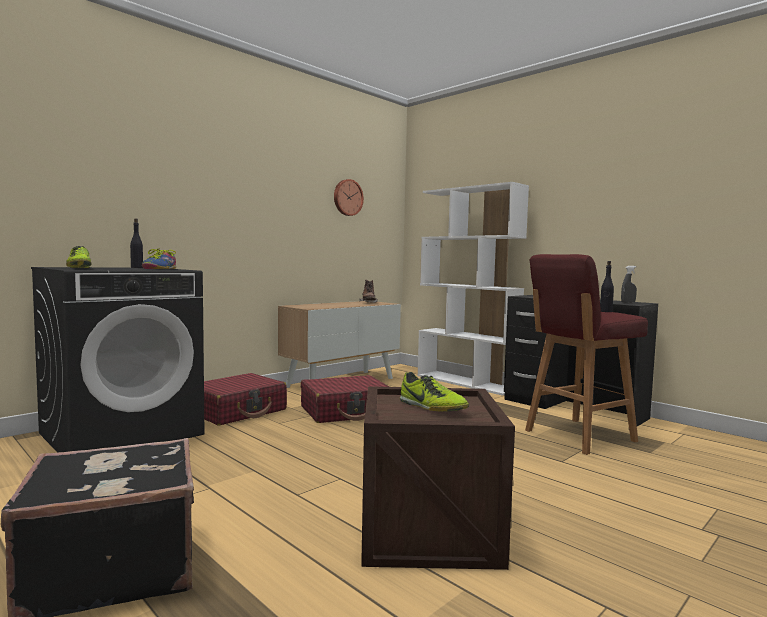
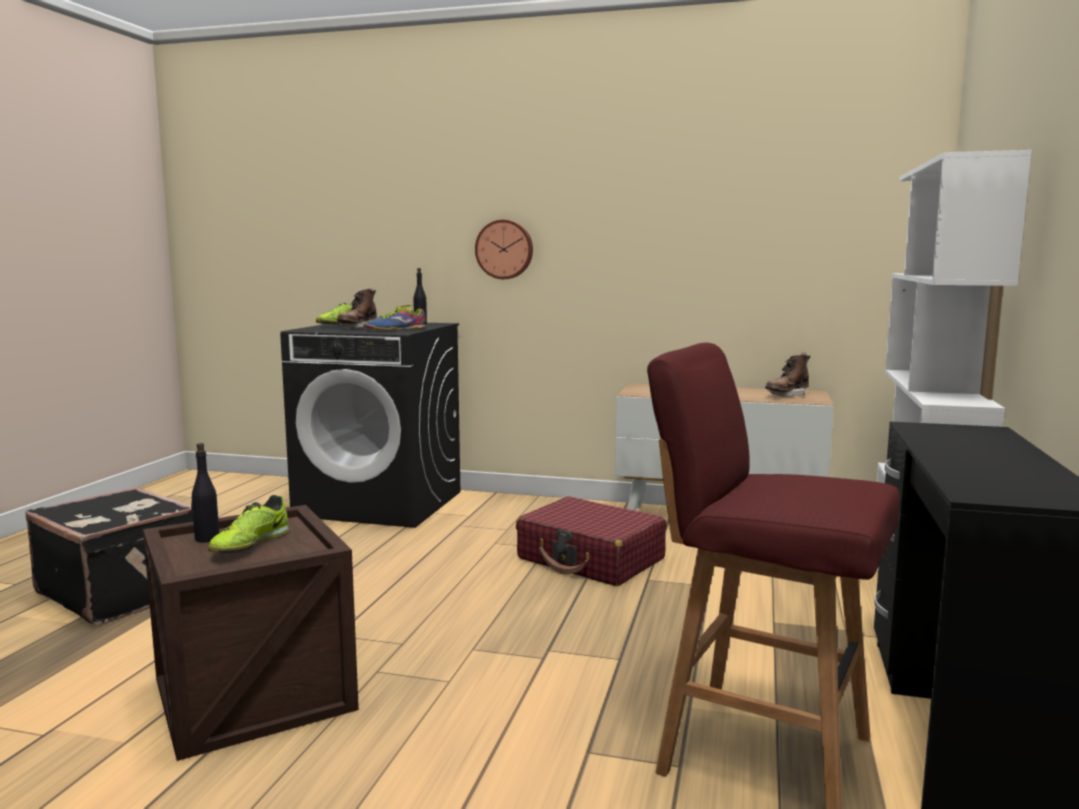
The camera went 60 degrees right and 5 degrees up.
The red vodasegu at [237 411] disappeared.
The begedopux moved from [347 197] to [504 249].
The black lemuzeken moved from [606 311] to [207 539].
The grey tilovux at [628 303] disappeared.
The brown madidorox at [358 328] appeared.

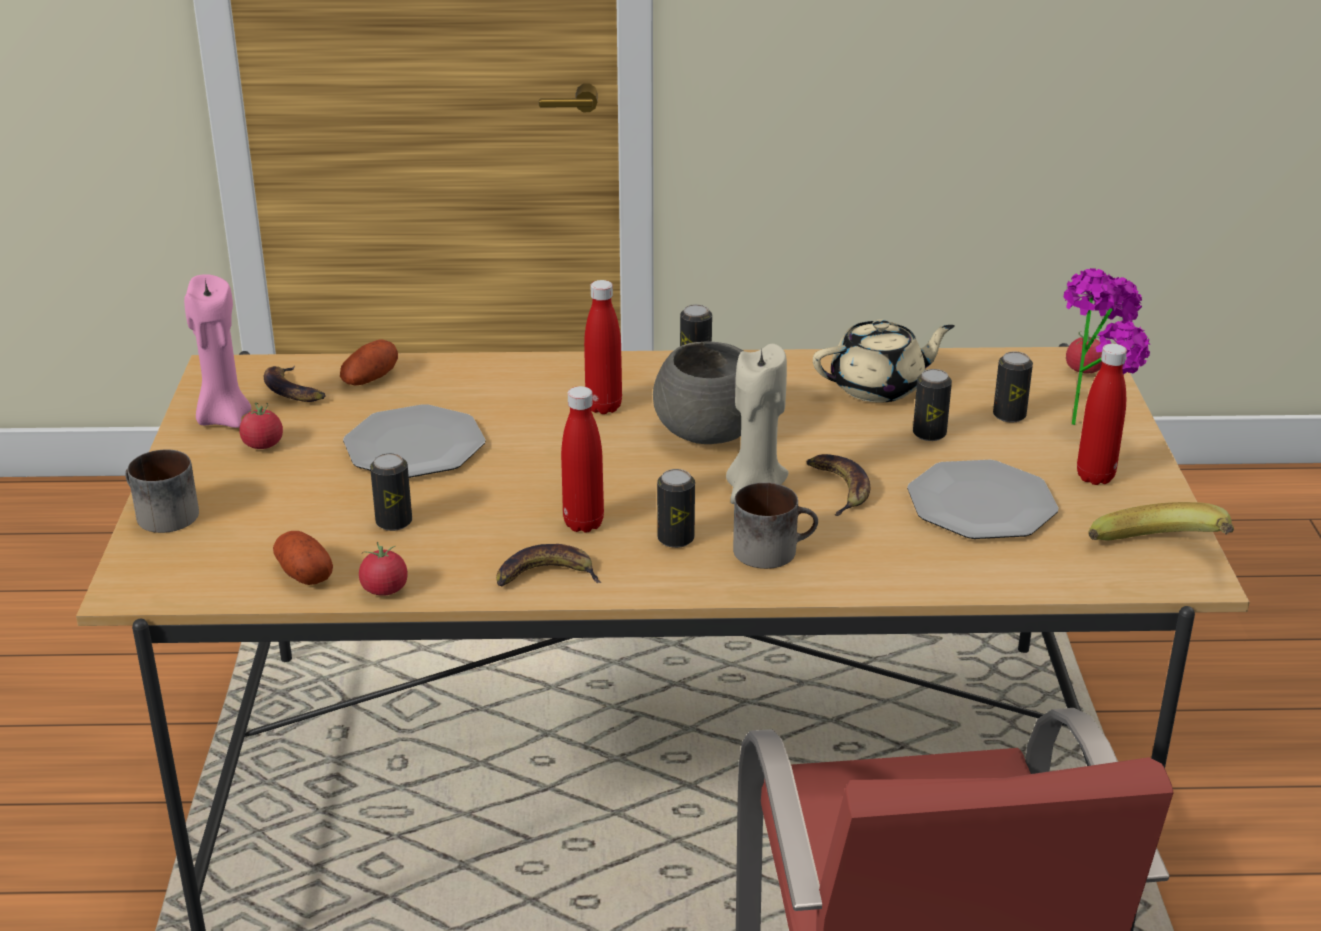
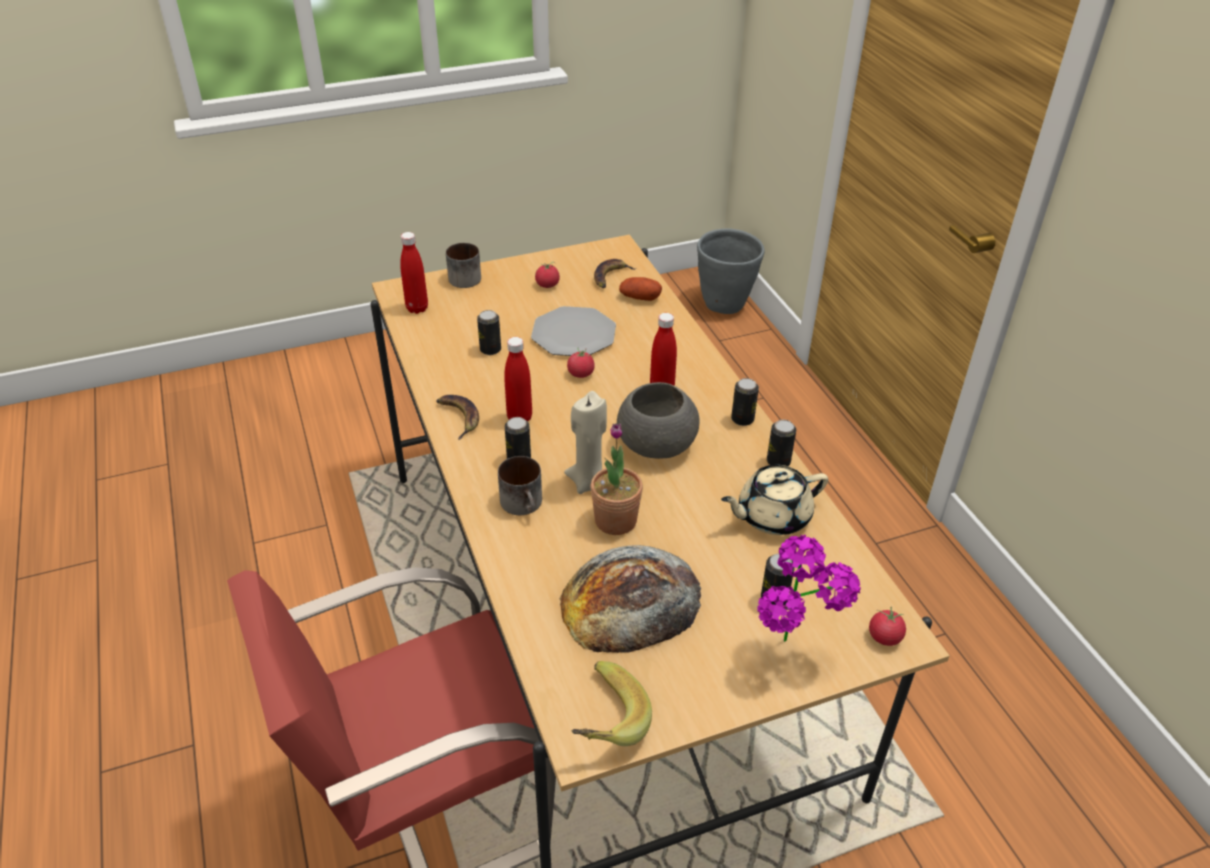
The camera went 70 degrees right and 10 degrees up.
The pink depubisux at [223 418] disappeared.
The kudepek at [304 574] disappeared.
The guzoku moved from [384 590] to [580 374].
The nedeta at [838 488] was replaced by the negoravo at [615 520].
The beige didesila at [879 387] turned 105 degrees clockwise.
The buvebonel at [981 504] was replaced by the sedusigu at [630 600].
The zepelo moved from [929 434] to [778 461].
The red lemuzeken moved from [1095 477] to [417 308].
The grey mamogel at [725 305] appeared.

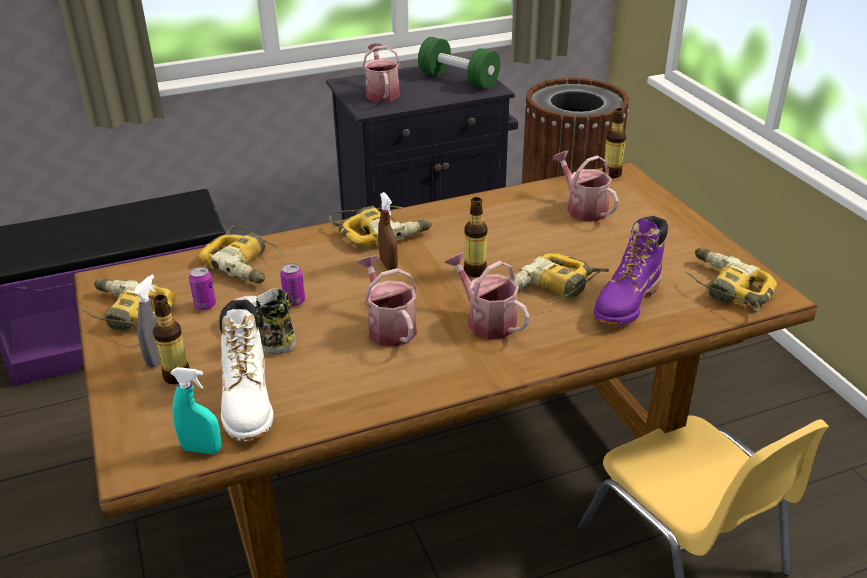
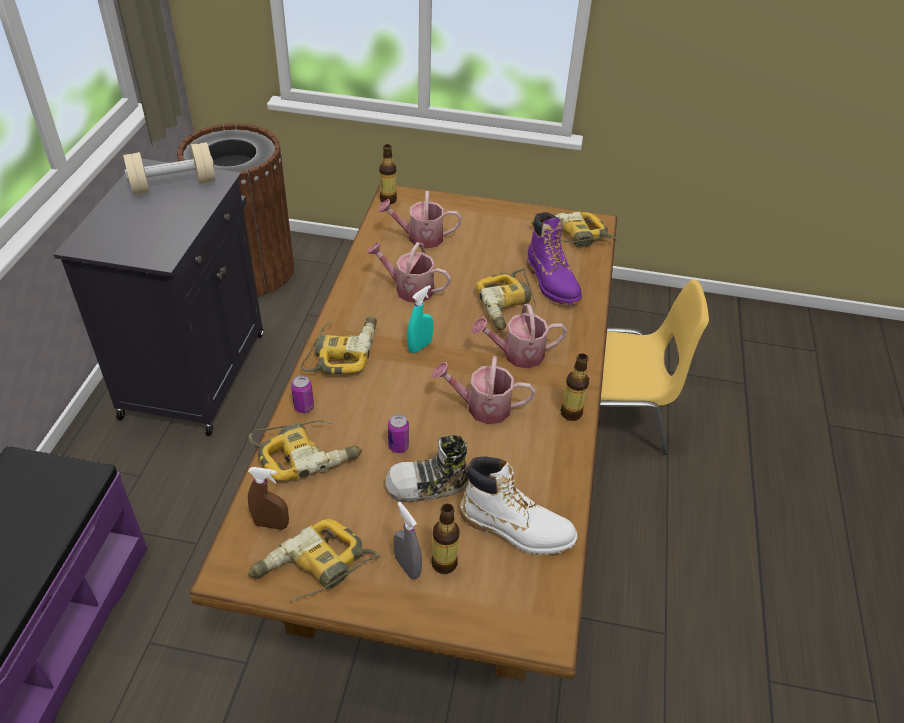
The camera went 60 degrees left and 10 degrees up.
The turquoise tilovux moved from [201 449] to [420 346].
The zepelo moved from [205 305] to [304 407].
The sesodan moved from [381 93] to [409 289].
The brown tilovux moved from [388 265] to [271 524].
The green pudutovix at [458 79] became the beige pudutovix at [173 185].
The lemuzeken moved from [475 271] to [571 413].

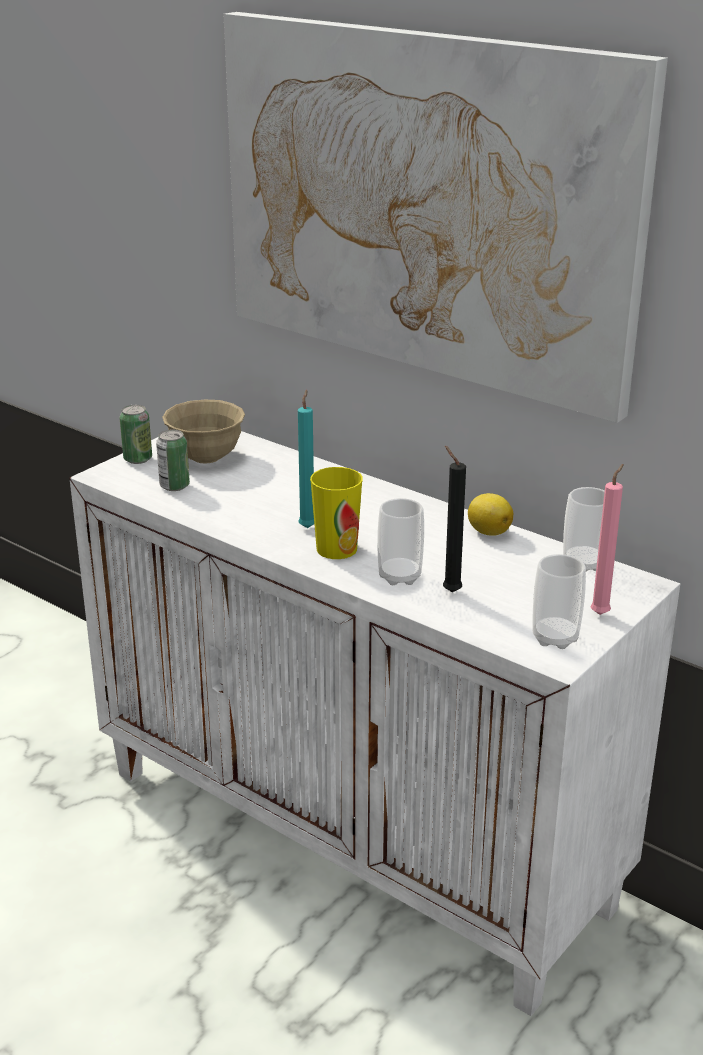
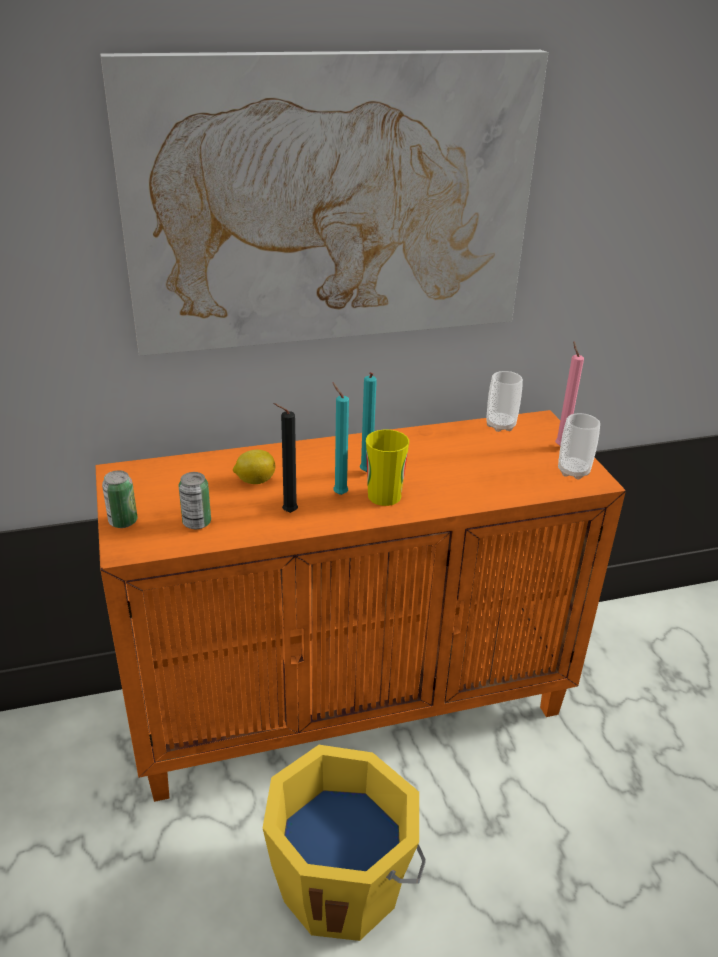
The camera went 55 degrees left and 5 degrees up.
The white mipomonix at [356 838] became the orange mipomonix at [353 705].
The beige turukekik at [206 457] disappeared.
The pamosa at [400 576] disappeared.
The black depubisux moved from [449 591] to [287 512].
The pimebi moved from [488 531] to [254 481].
The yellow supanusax at [342 882] appeared.
The turquoise depubisux at [366 473] appeared.

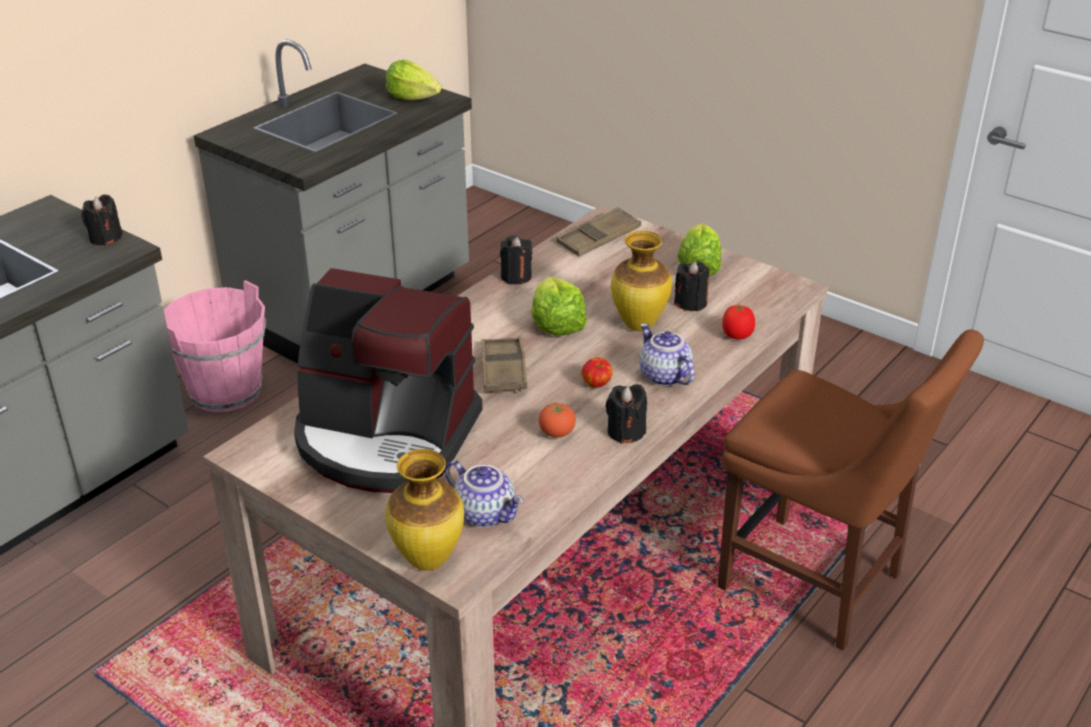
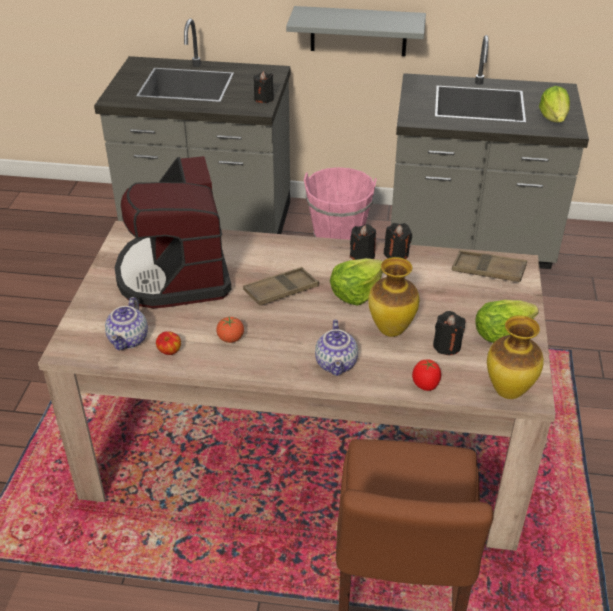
The camera went 60 degrees right and 5 degrees up.
The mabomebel moved from [429 560] to [508 392].
The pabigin moved from [596 384] to [169 352].
The black depubisux moved from [626 432] to [362 256].
The didesila at [663 376] turned 150 degrees clockwise.
The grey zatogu at [358 31] appeared.

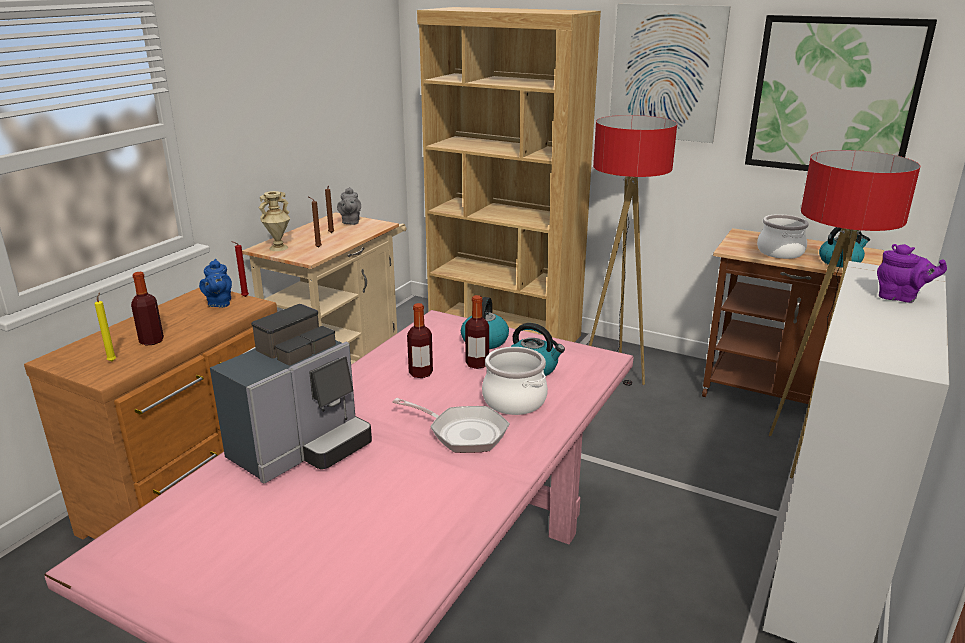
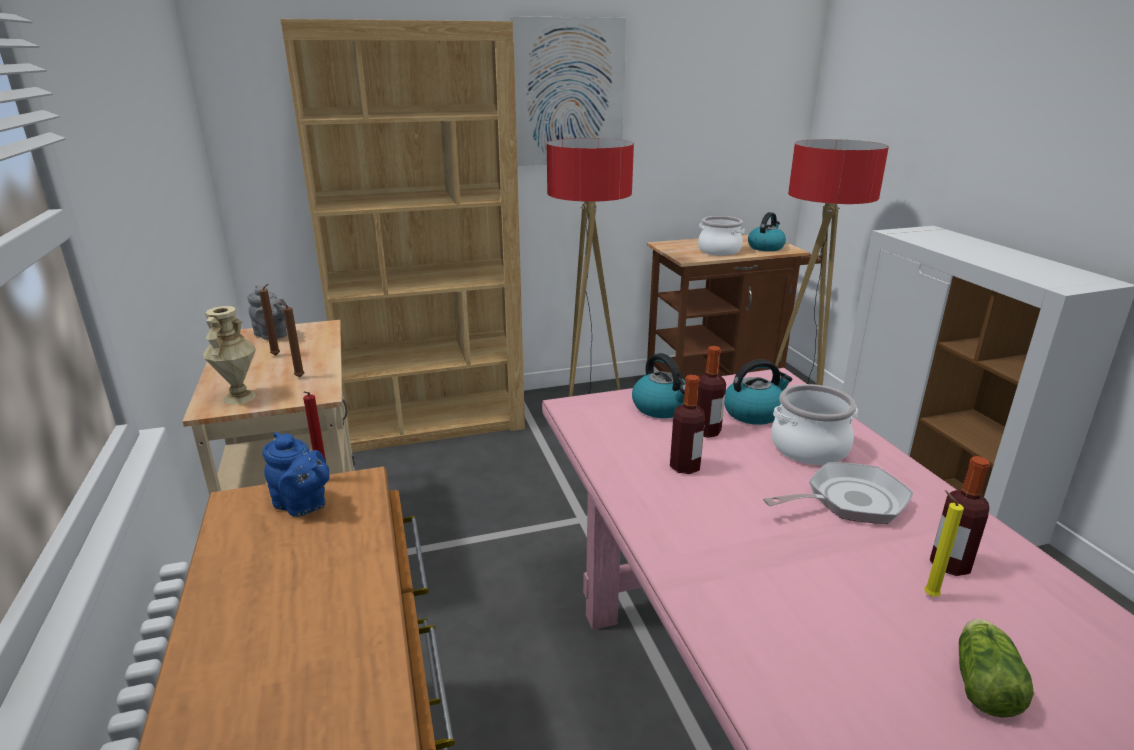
The camera went 45 degrees left and 0 degrees up.
The yellow depubisux moved from [112 361] to [928 595].
The lemuzeken moved from [151 341] to [949 565].
The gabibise at [302 448] disappeared.
The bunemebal at [833 97] disappeared.
The purple didesila at [900 298] disappeared.
The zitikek at [983 682] appeared.

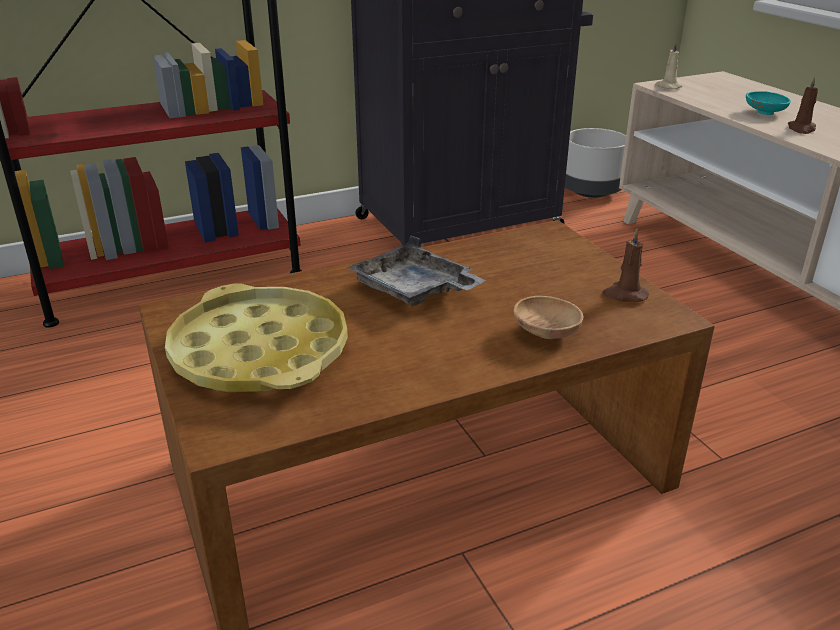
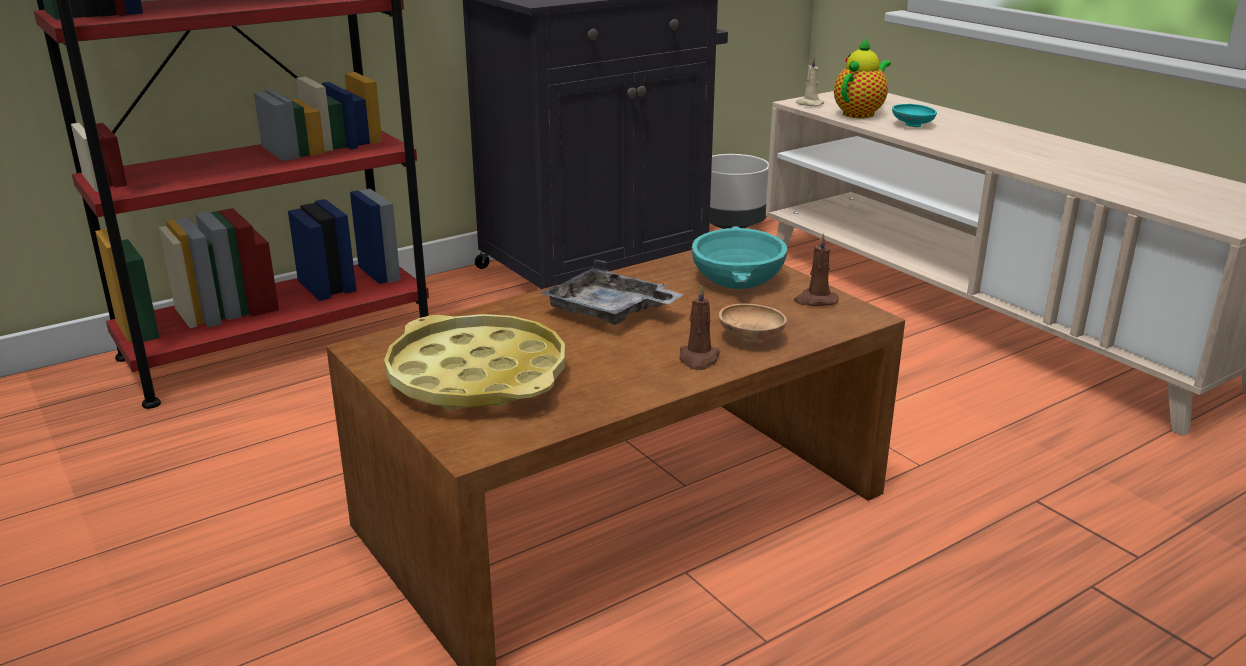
The camera went 10 degrees left and 5 degrees down.
The brown depubisux moved from [801 129] to [698 359].
The turquoise turukekik at [739 279] appeared.
The didesila at [860 113] appeared.

